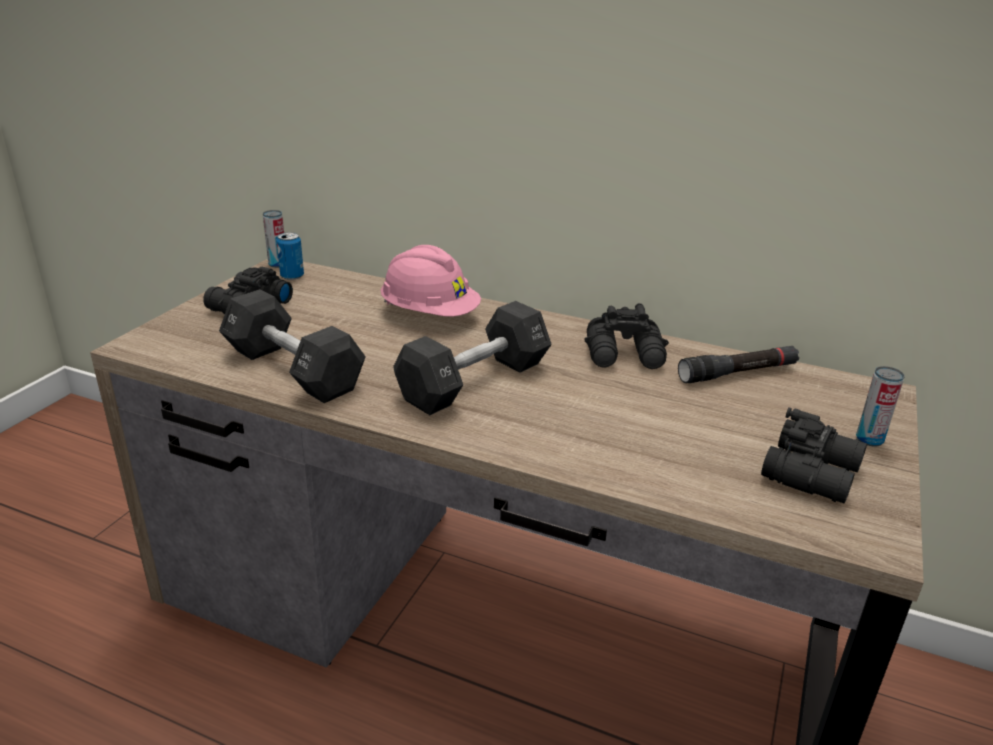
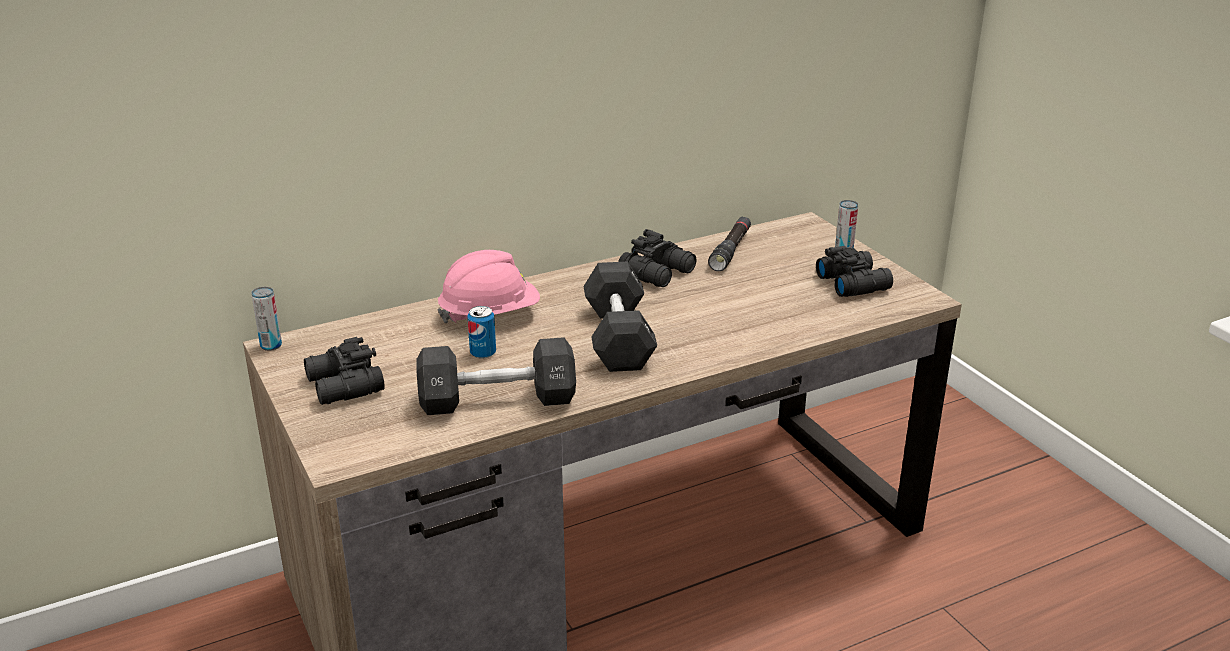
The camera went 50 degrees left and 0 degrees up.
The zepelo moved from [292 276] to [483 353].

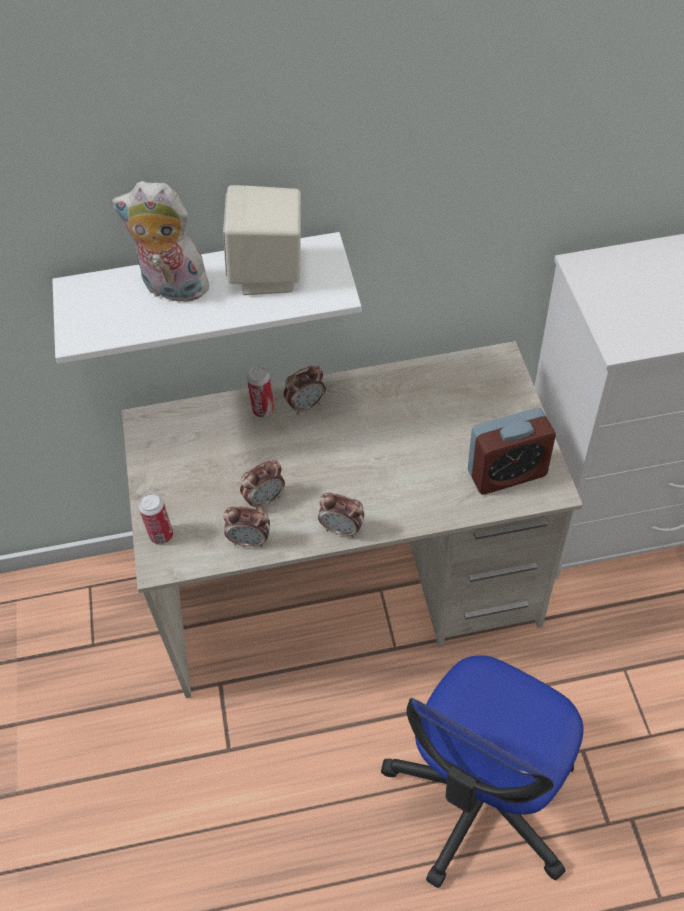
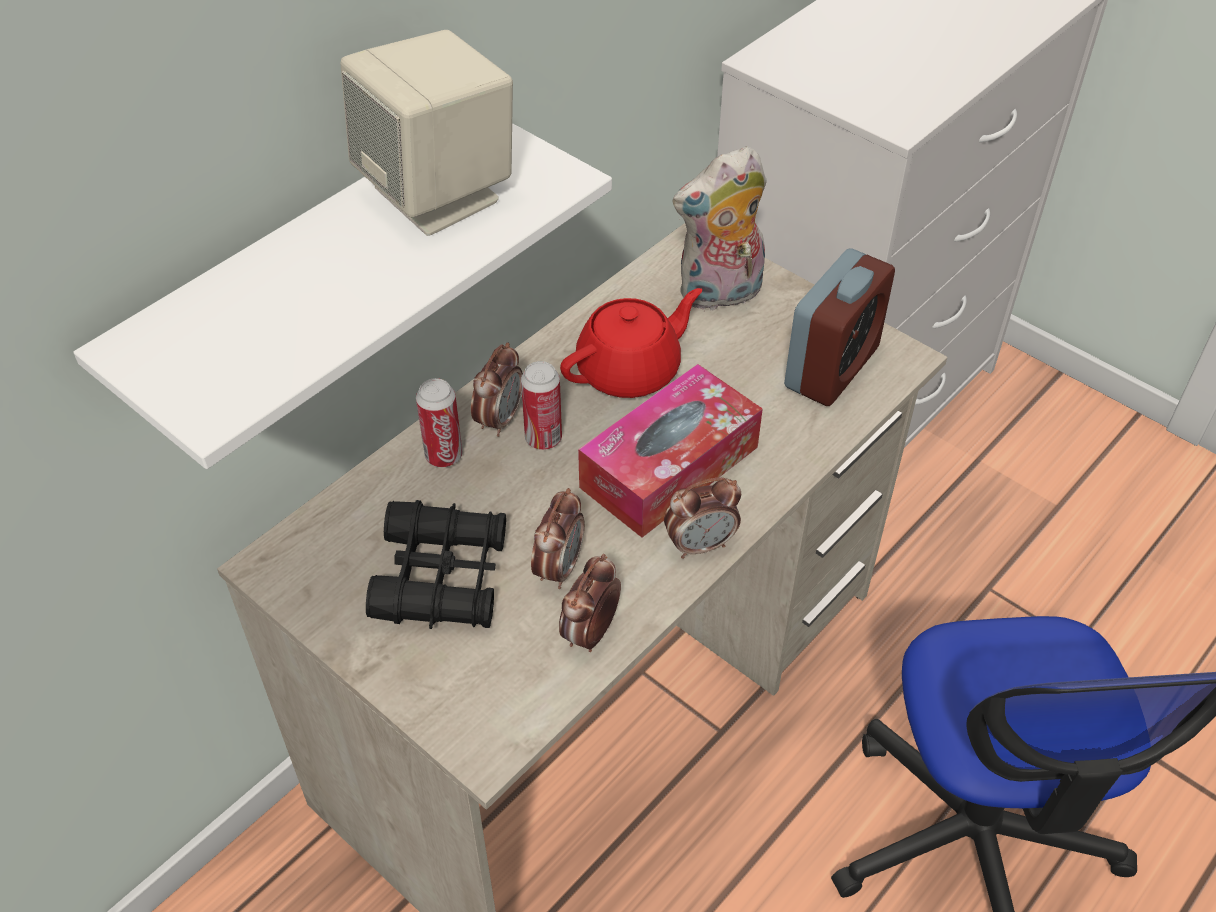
The camera went 40 degrees left and 5 degrees down.
The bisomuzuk moved from [172 289] to [720 295].
The zepelo moved from [161 535] to [543 438].
The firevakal at [250 541] turned 150 degrees clockwise.
The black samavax at [442 577] appeared.
The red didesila at [630 371] appeared.
The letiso at [669 467] appeared.

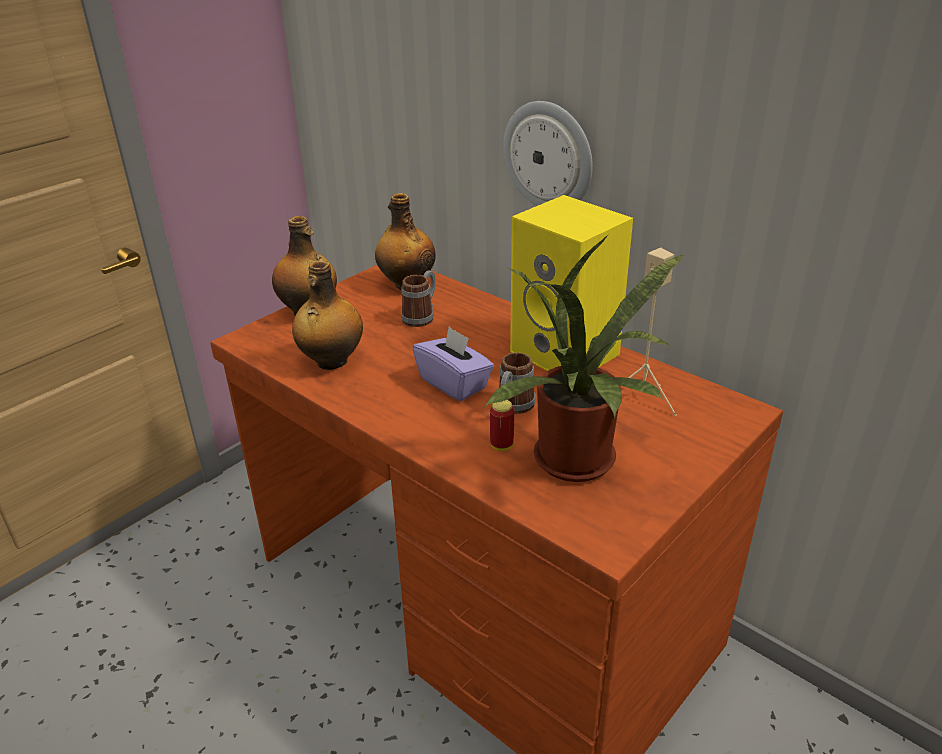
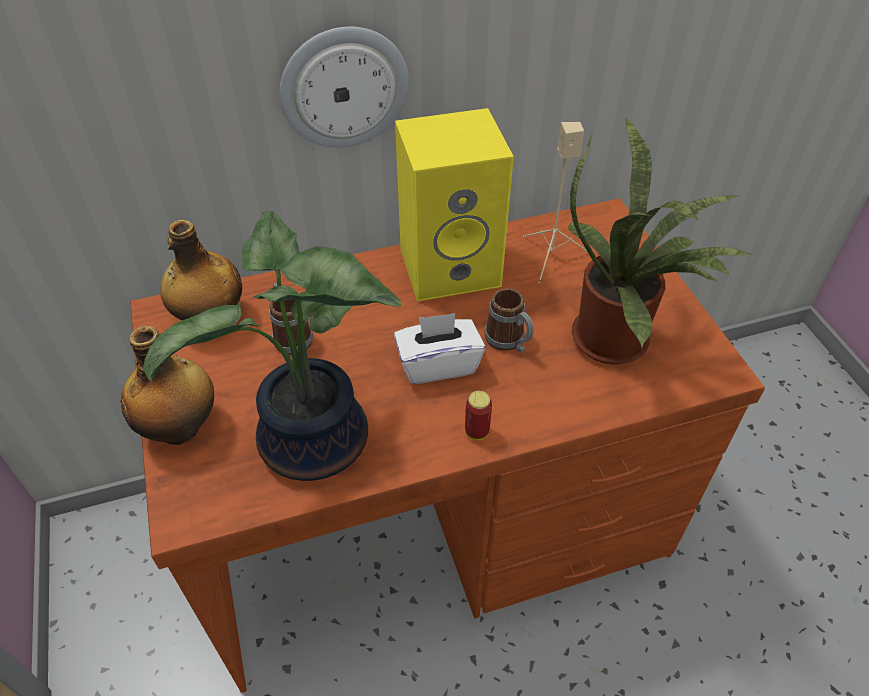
The camera went 60 degrees left and 15 degrees up.
The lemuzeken at [331 362] was replaced by the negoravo at [314 447].
The purple letiso at [454 383] became the white letiso at [438 364].
The zepelo moved from [501 445] to [476 432].

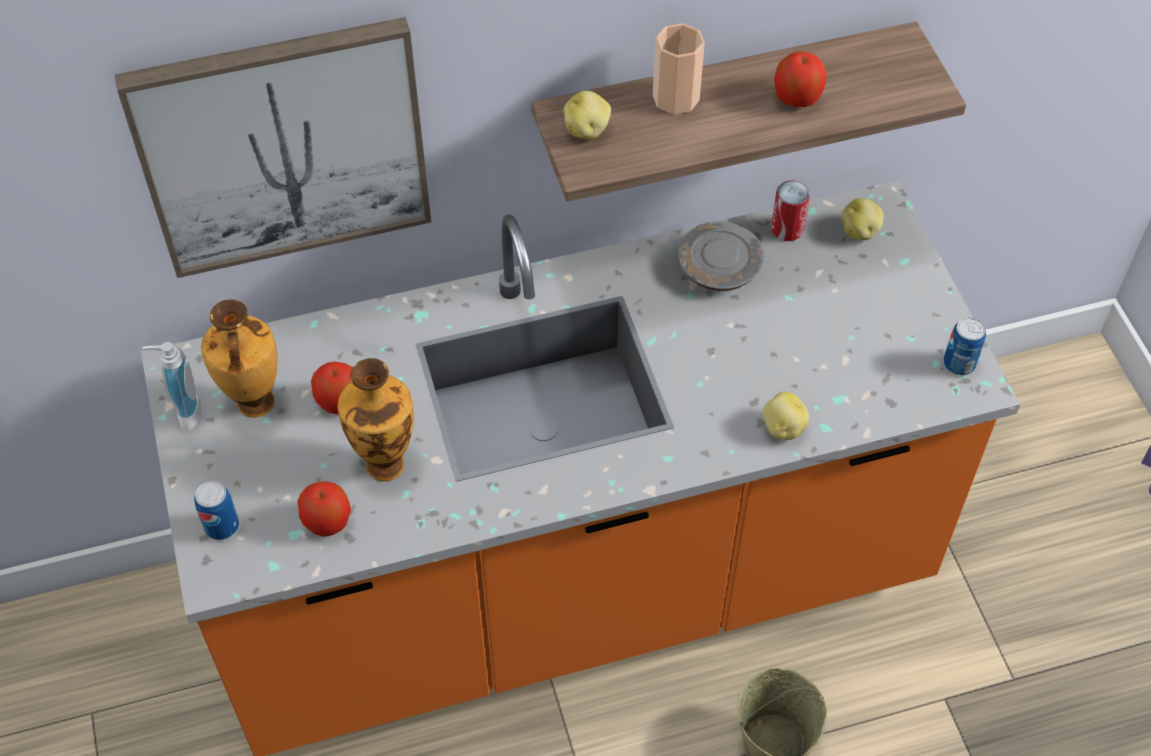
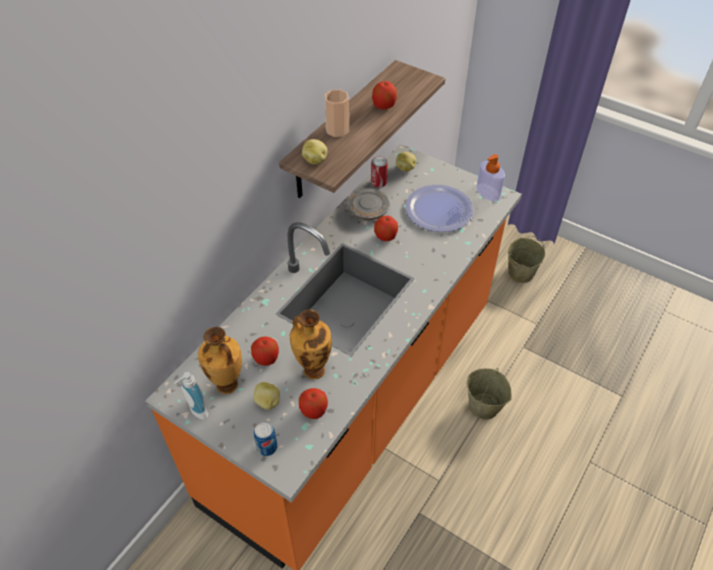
The camera went 40 degrees left and 5 degrees down.
The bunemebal at [283 147] disappeared.
The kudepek moved from [782 428] to [267 402].
The zepelo at [959 363] was replaced by the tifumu at [488 192].
The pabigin at [385 237] appeared.
The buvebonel at [439 210] appeared.
The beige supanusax at [520 273] appeared.

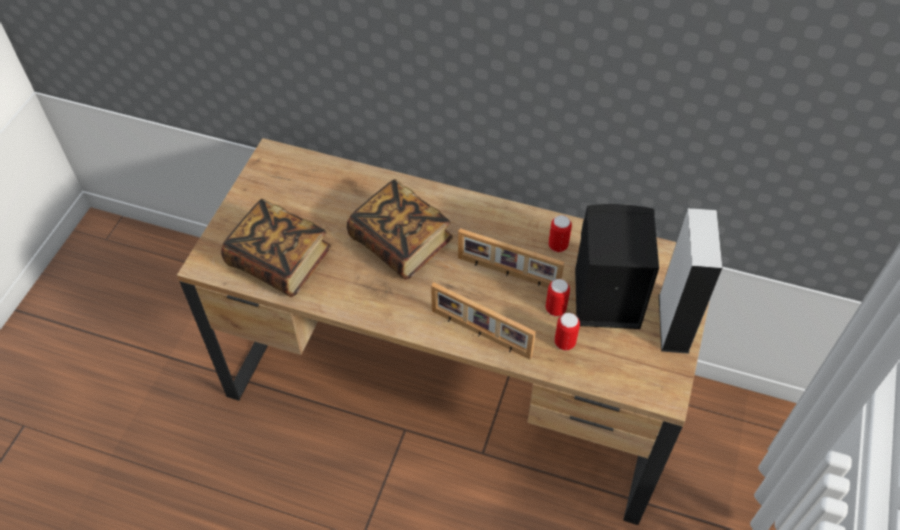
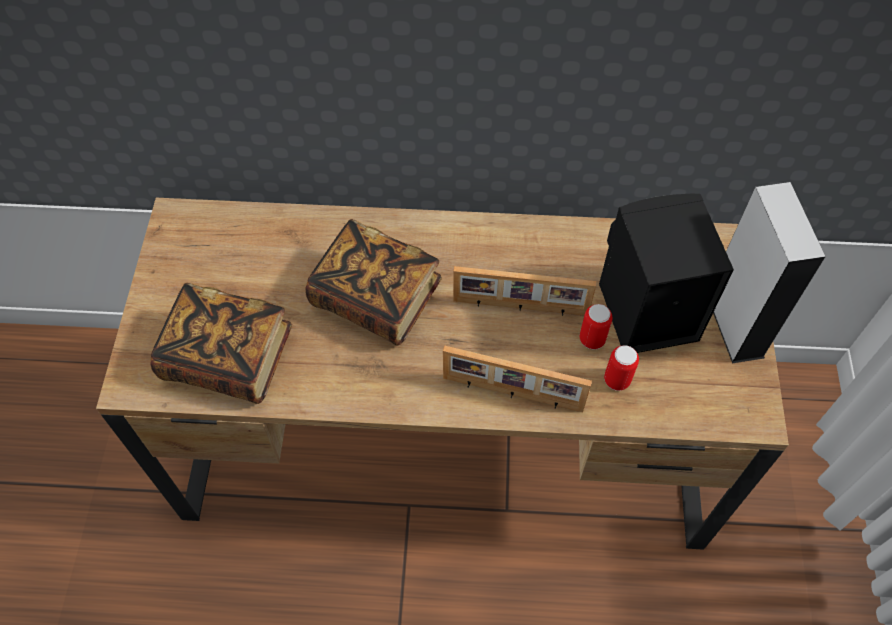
The camera went 15 degrees left and 5 degrees up.
The zepelo at [558 245] disappeared.

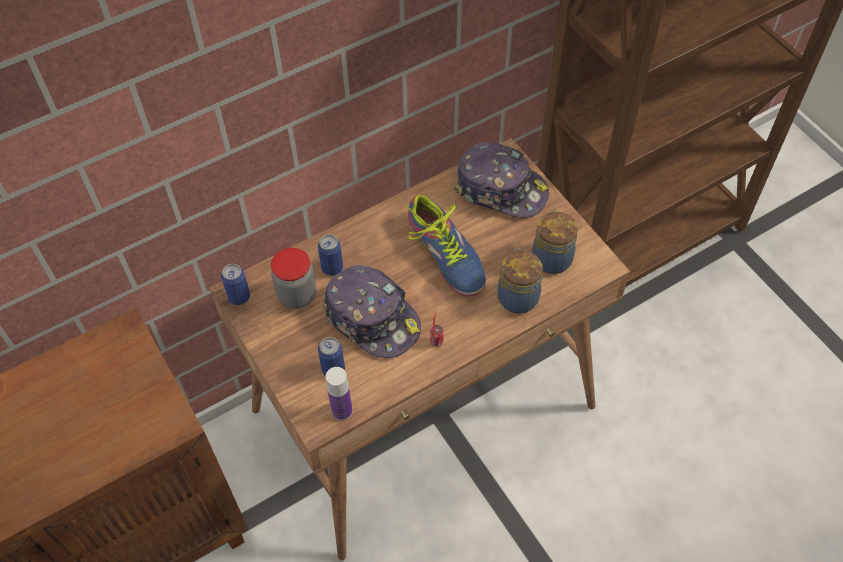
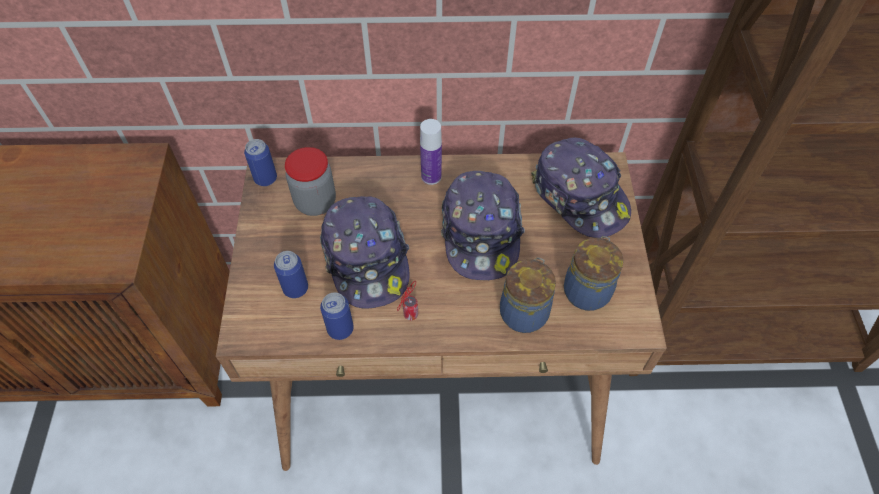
The camera went 30 degrees right and 0 degrees up.
The zepelo moved from [332 268] to [340 329].
The lemuzeken moved from [342 411] to [431 176].
The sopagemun at [446 254] was replaced by the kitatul at [481 233].

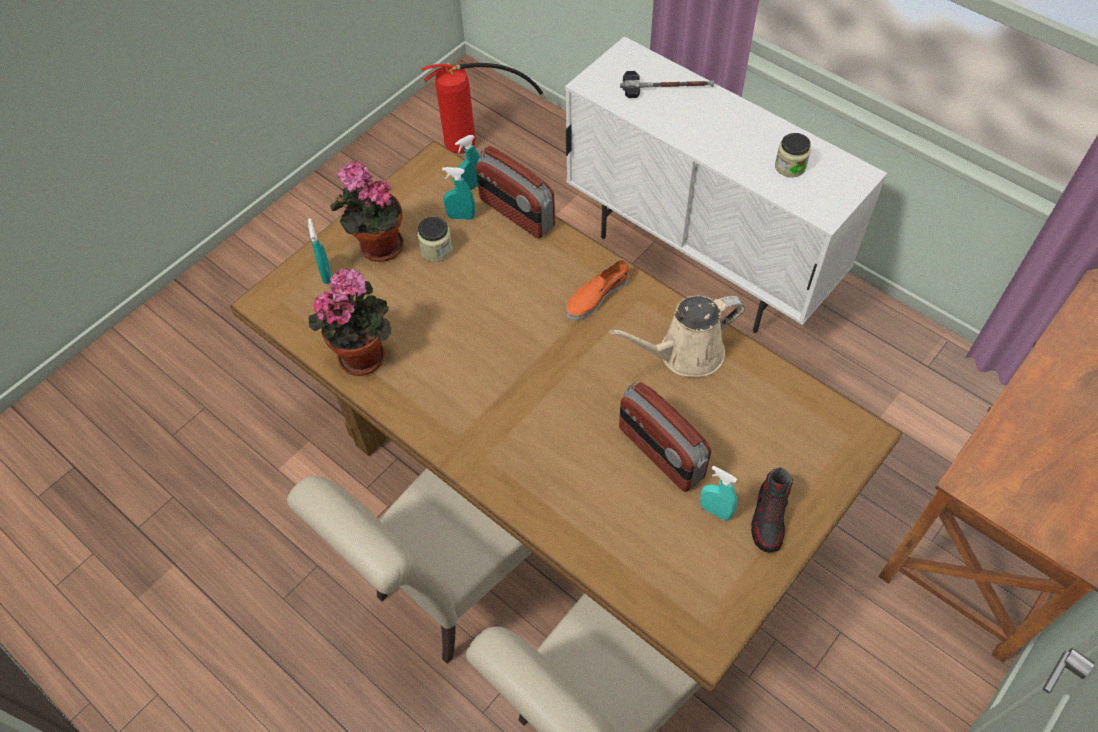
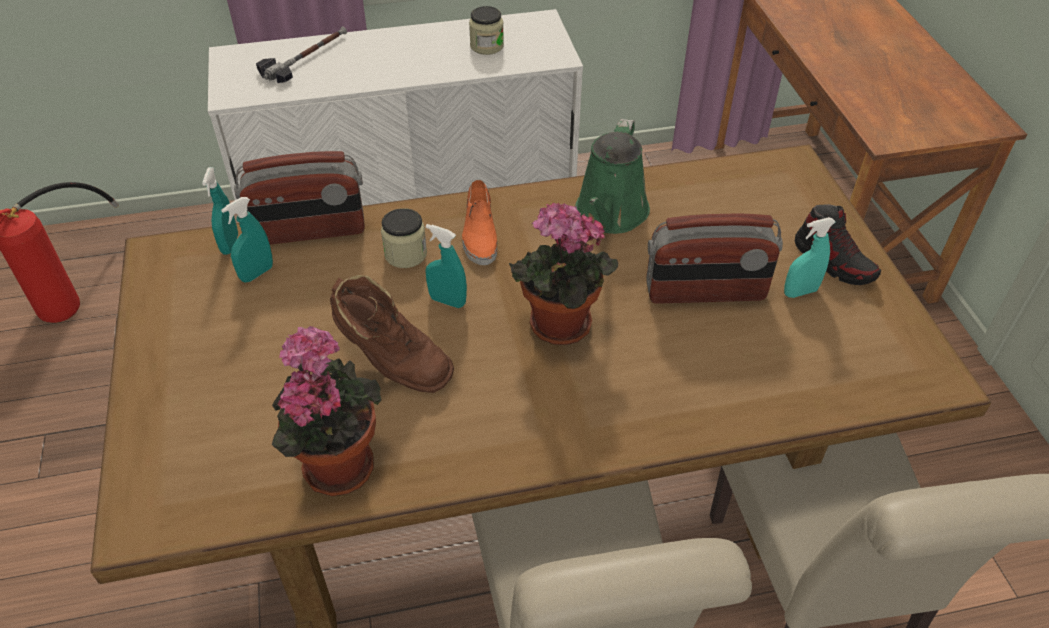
The camera went 55 degrees left and 10 degrees down.
The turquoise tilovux moved from [326 274] to [447 301].
The negoravo moved from [377 247] to [557 328].
The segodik moved from [436 250] to [405 254].
The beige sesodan at [685 354] became the green sesodan at [610 215].
The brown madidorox at [391 363] appeared.

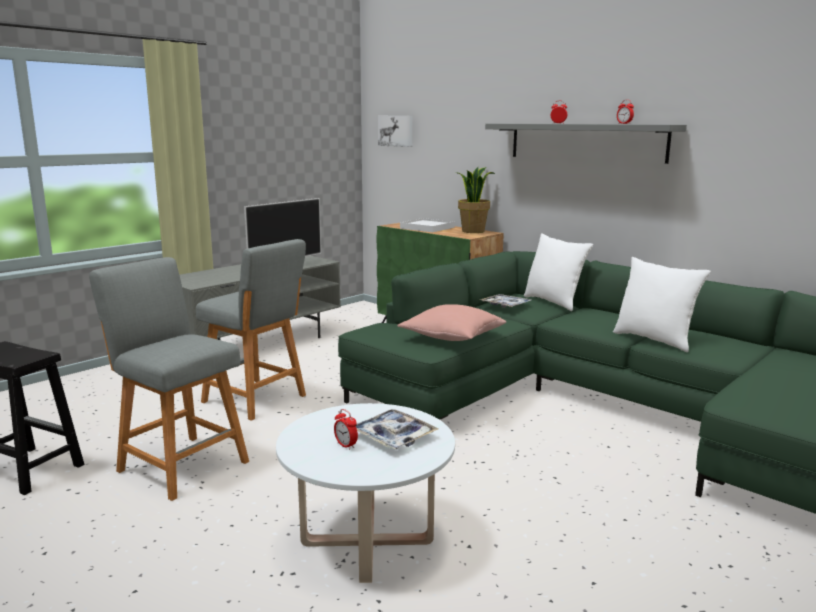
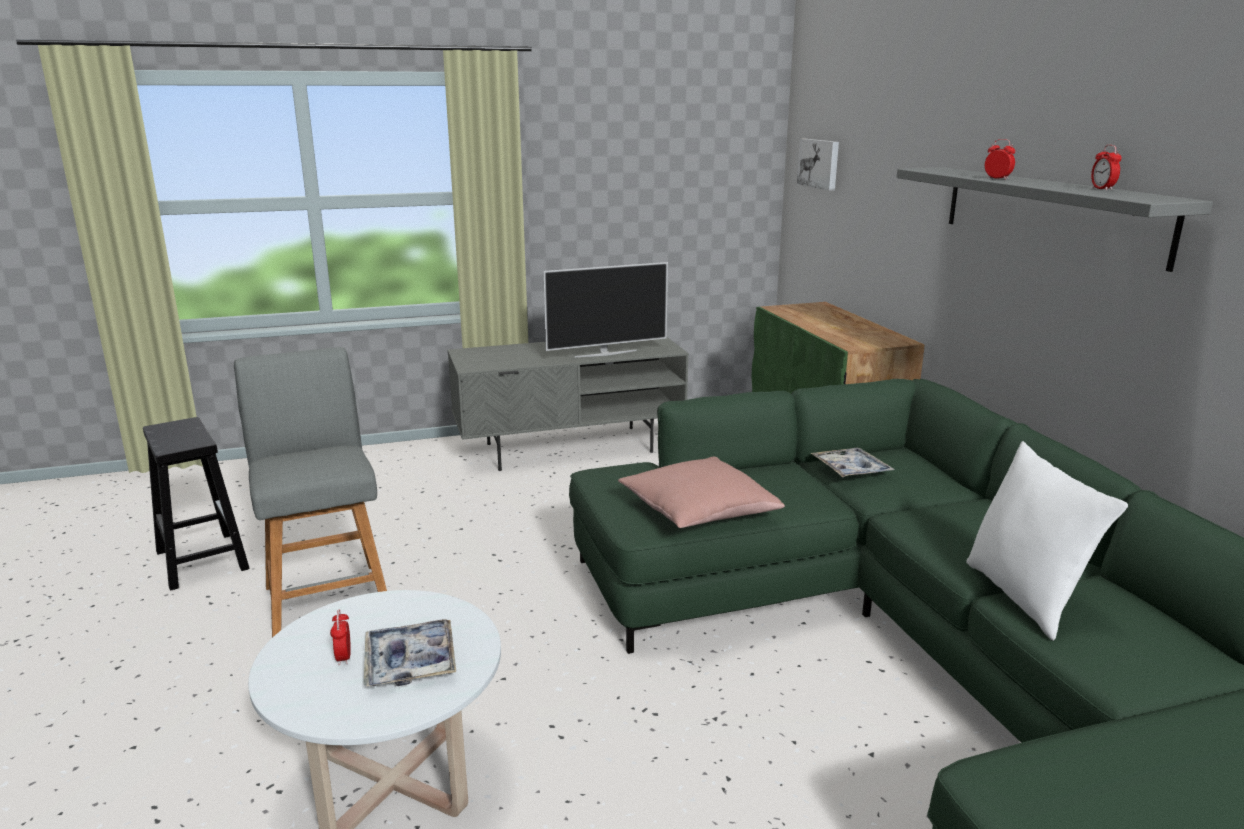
The camera went 30 degrees right and 5 degrees up.
The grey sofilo at [257 400] disappeared.
The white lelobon at [427 228] disappeared.
The negoravo at [473 231] disappeared.
The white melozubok at [553 302] disappeared.

